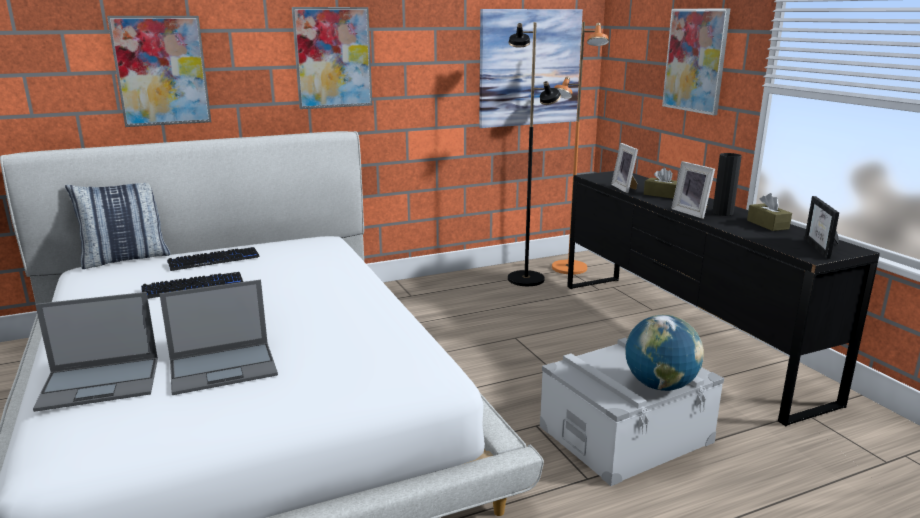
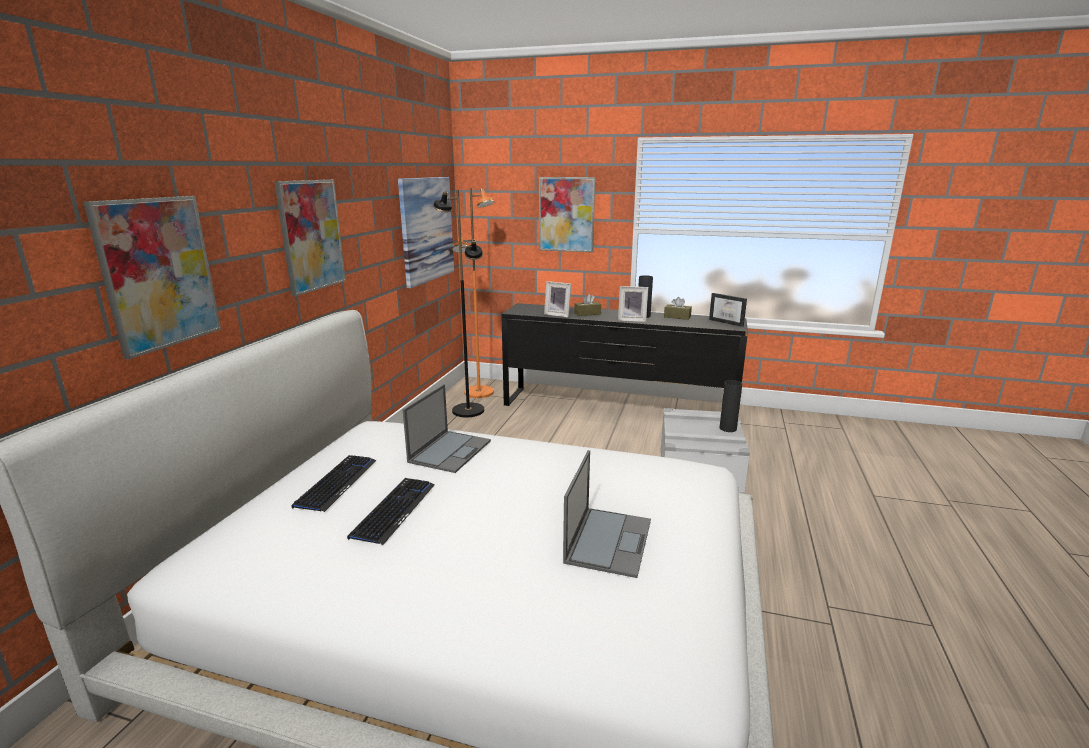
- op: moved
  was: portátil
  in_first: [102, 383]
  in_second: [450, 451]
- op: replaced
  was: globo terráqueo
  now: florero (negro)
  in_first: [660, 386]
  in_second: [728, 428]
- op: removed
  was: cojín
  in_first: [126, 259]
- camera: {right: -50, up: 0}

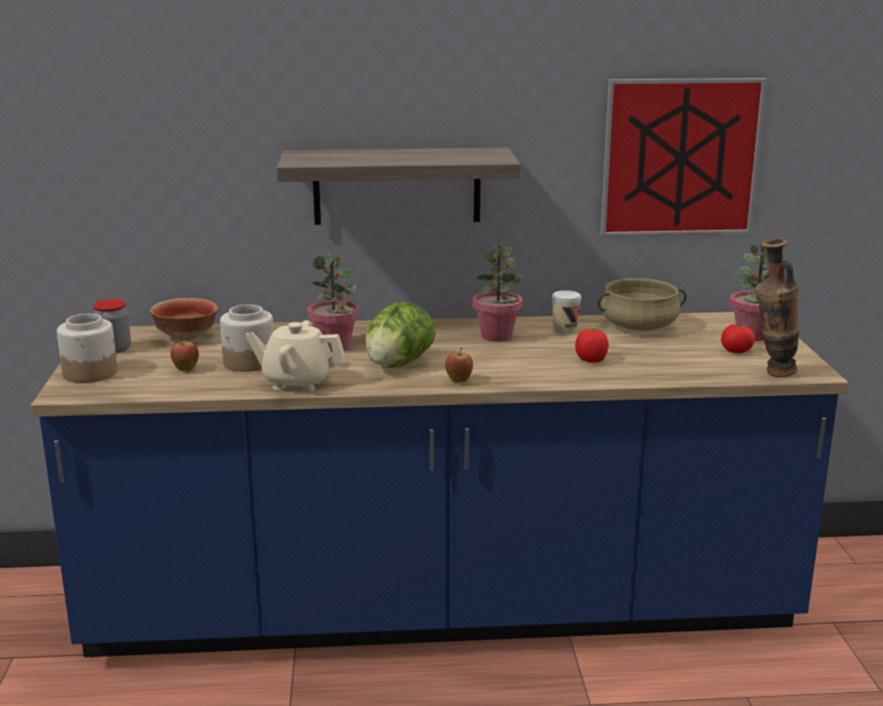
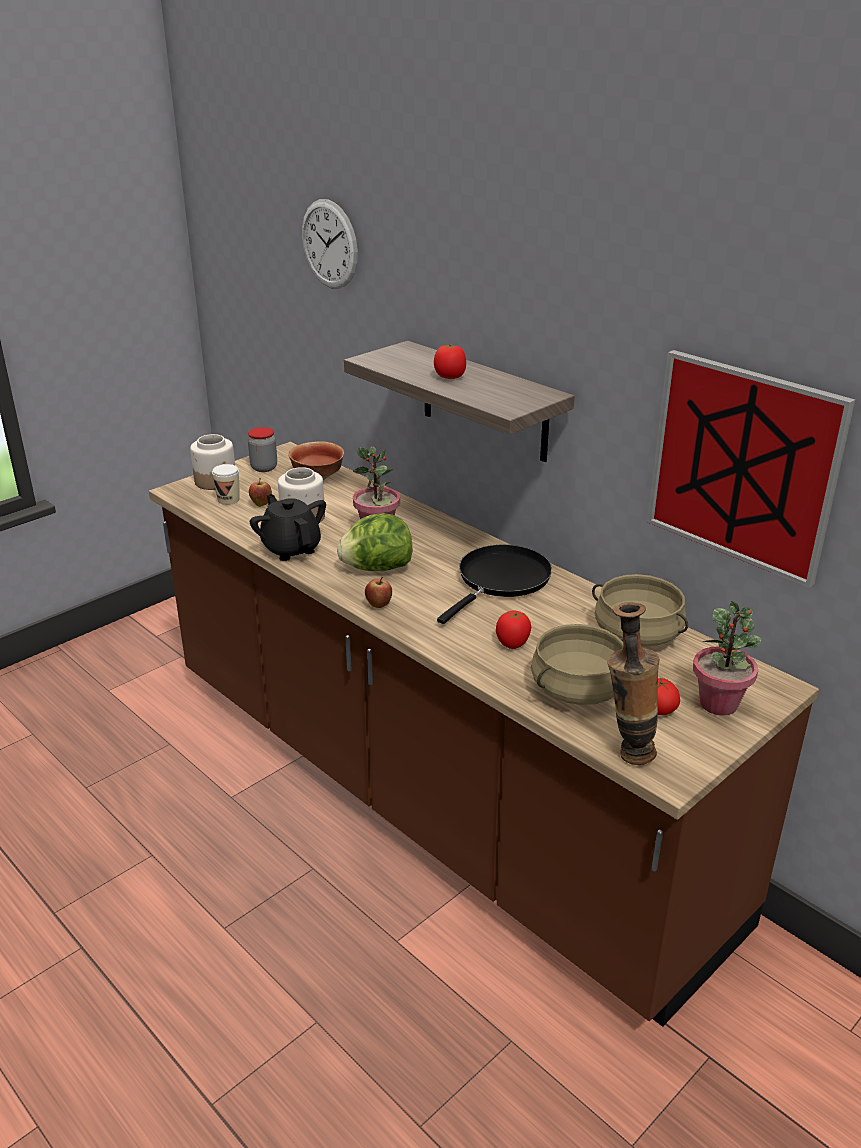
- op: recoloured
  was: mueble bajo de cocina (azul)
  now: mueble bajo de cocina (marrón)
  in_first: [441, 607]
  in_second: [430, 792]
- op: moved
  was: taza
  in_first: [565, 330]
  in_second: [228, 500]
- op: recoloured
  was: tetera (beis)
  now: tetera (negro)
  in_first: [297, 382]
  in_second: [291, 548]
- op: added
  now: reloj de pared
  in_second: [329, 244]
- op: added
  now: tomate
  in_second: [450, 377]
- op: replaced
  was: planta en maceta
  now: sartén (negro)
  in_first: [497, 336]
  in_second: [500, 580]
- op: added
  now: olla (beis)
  in_second: [578, 690]
- camera: {right: 50, up: 10}

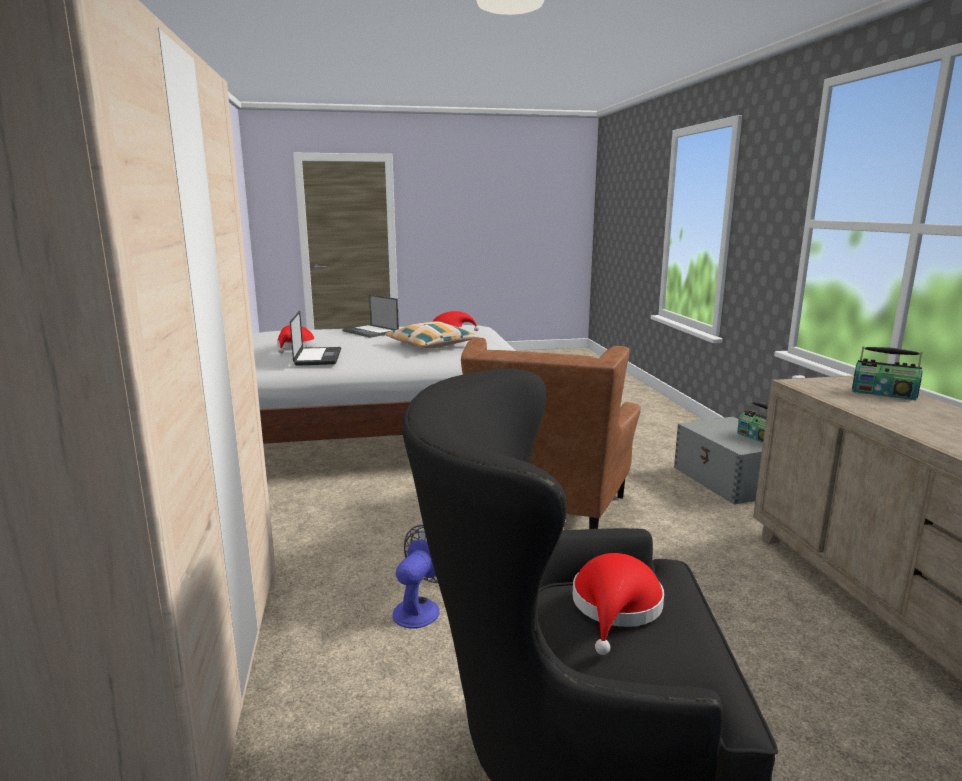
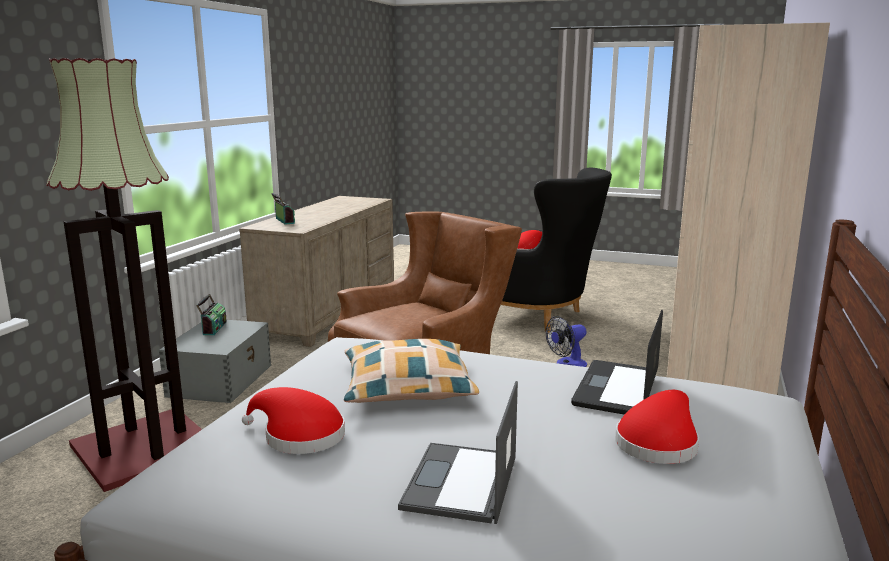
- op: added
  now: lámpara de pie
  in_second: [142, 448]
- op: turned
  was: portátil
  in_first: [371, 332]
  in_second: [461, 483]
  clockwise: -150
- camera: {right: -150, up: 0}

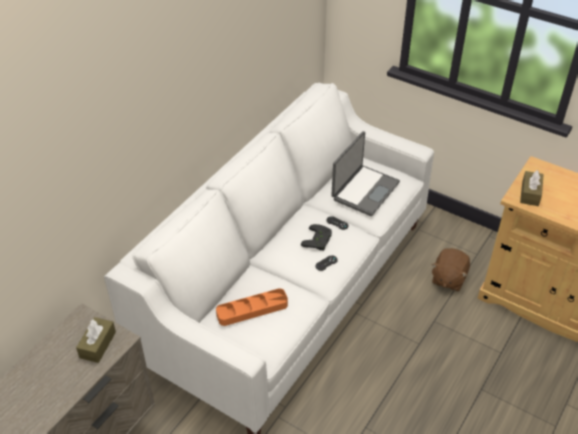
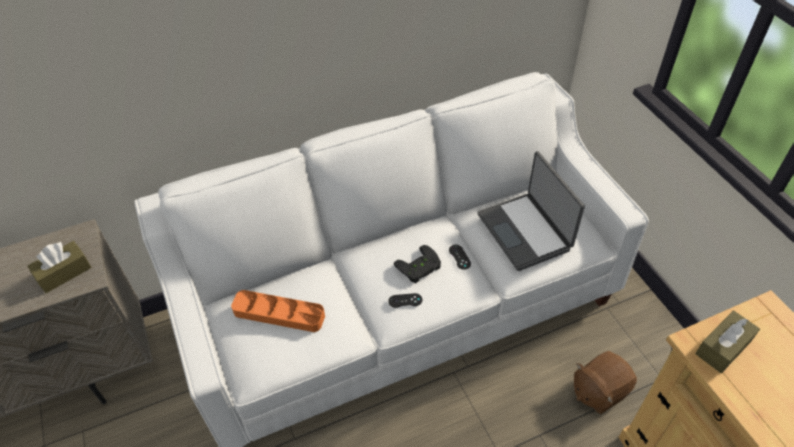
- op: turned
  was: portátil
  in_first: [364, 190]
  in_second: [525, 231]
  clockwise: 90
- camera: {right: 35, up: 5}

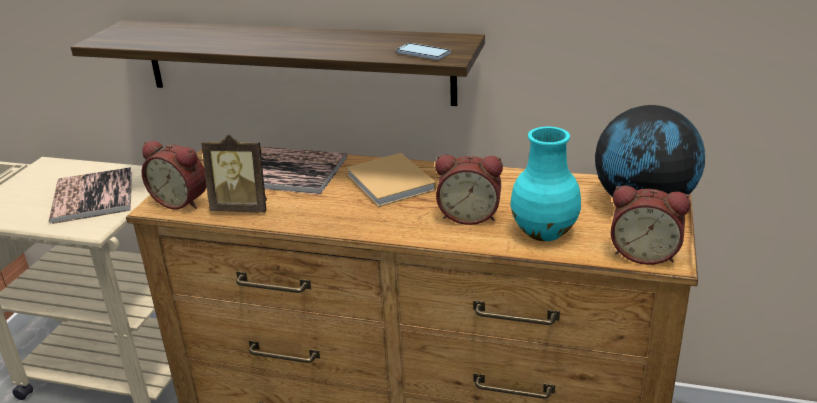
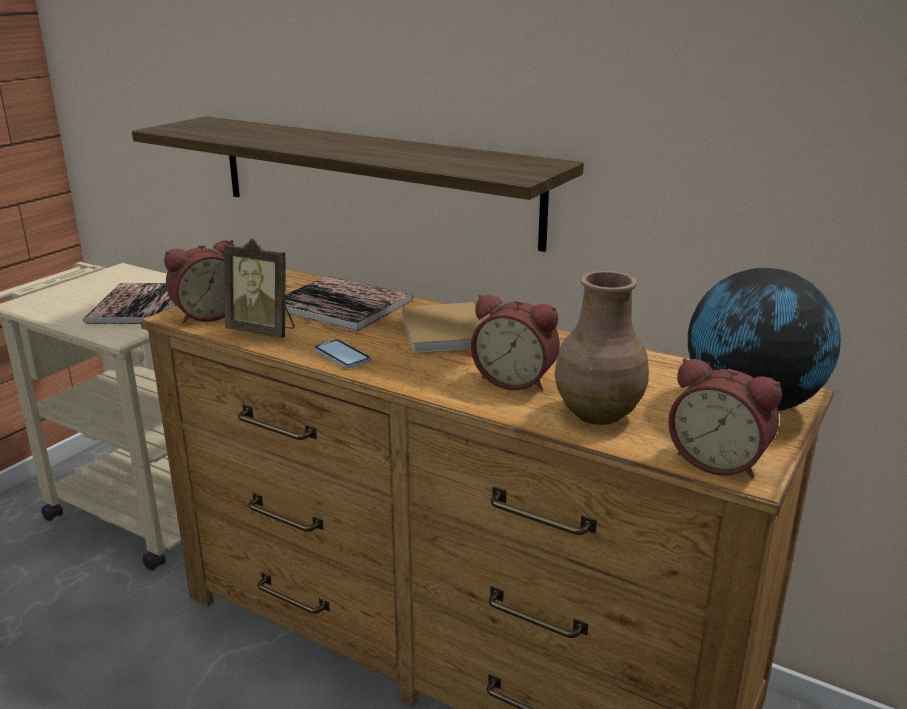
- op: turned
  was: despertador
  in_first: [182, 201]
  in_second: [207, 315]
  clockwise: -75
- op: moved
  was: móvil
  in_first: [423, 53]
  in_second: [342, 356]
- op: recoloured
  was: florero (turquesa)
  now: florero (marrón)
  in_first: [543, 231]
  in_second: [598, 413]
- camera: {right: 15, up: -5}

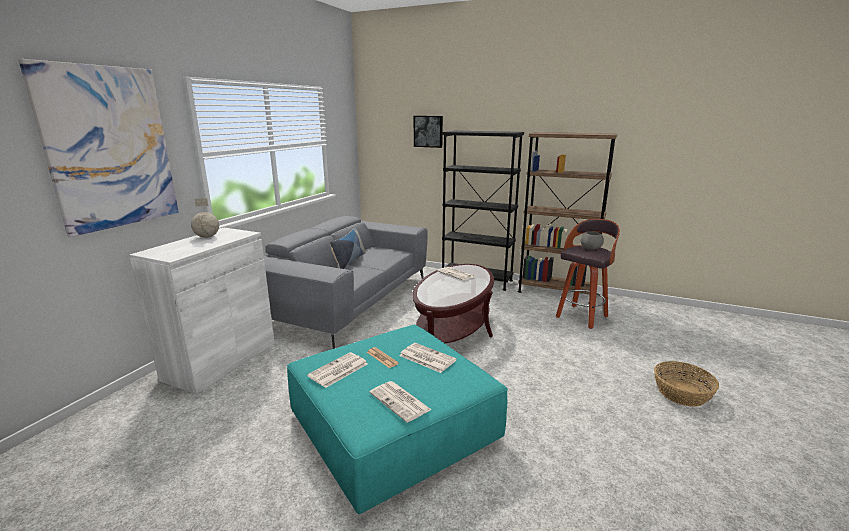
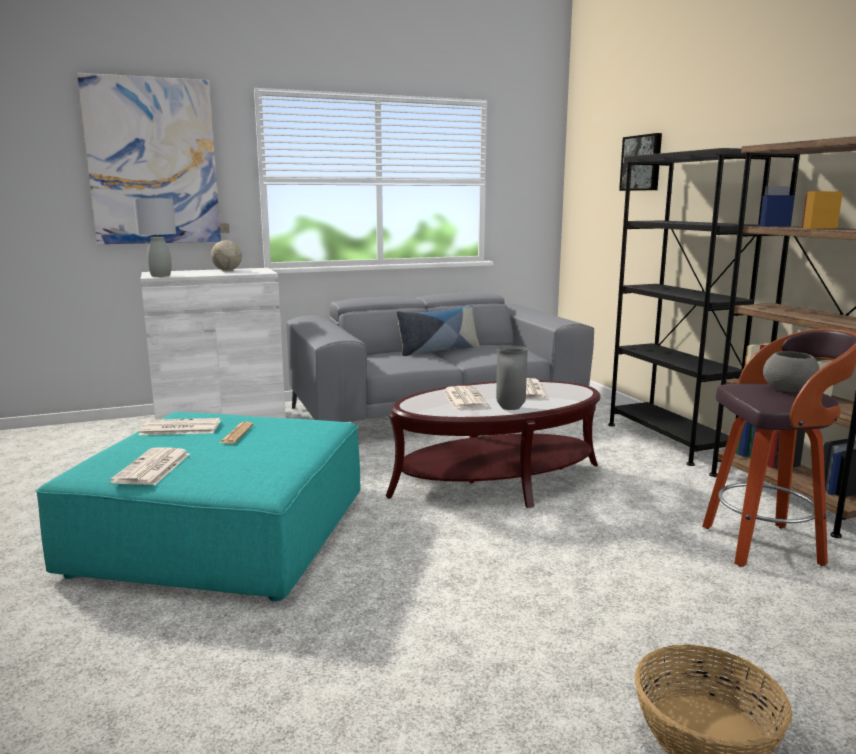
- op: added
  now: lámpara de mesa (gris)
  in_second: [160, 275]
- op: moved
  was: periódico
  in_first: [426, 358]
  in_second: [463, 398]
- op: added
  now: florero (gris)
  in_second: [509, 408]
- camera: {right: 45, up: -5}

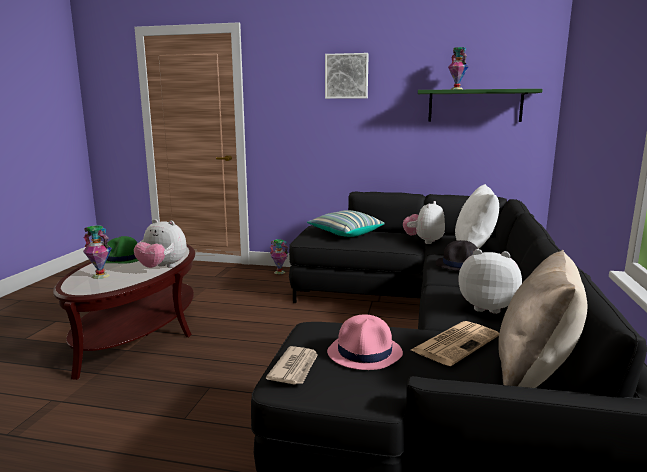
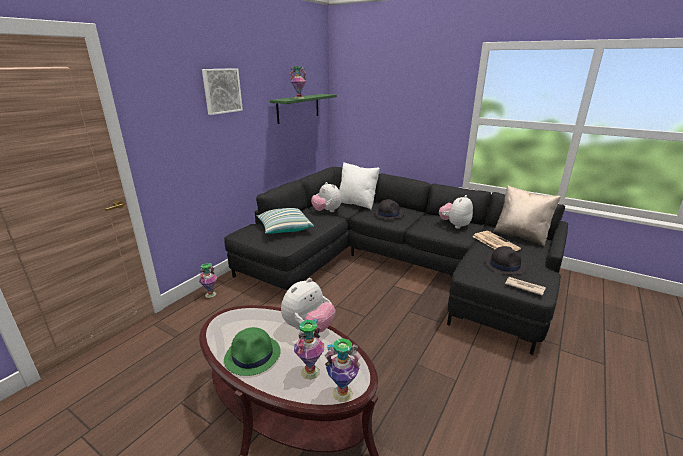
- op: added
  now: florero
  in_second: [342, 393]
- op: recoloured
  was: sombrero (rosa)
  now: sombrero (negro)
  in_first: [365, 353]
  in_second: [504, 265]
- camera: {right: -70, up: 10}

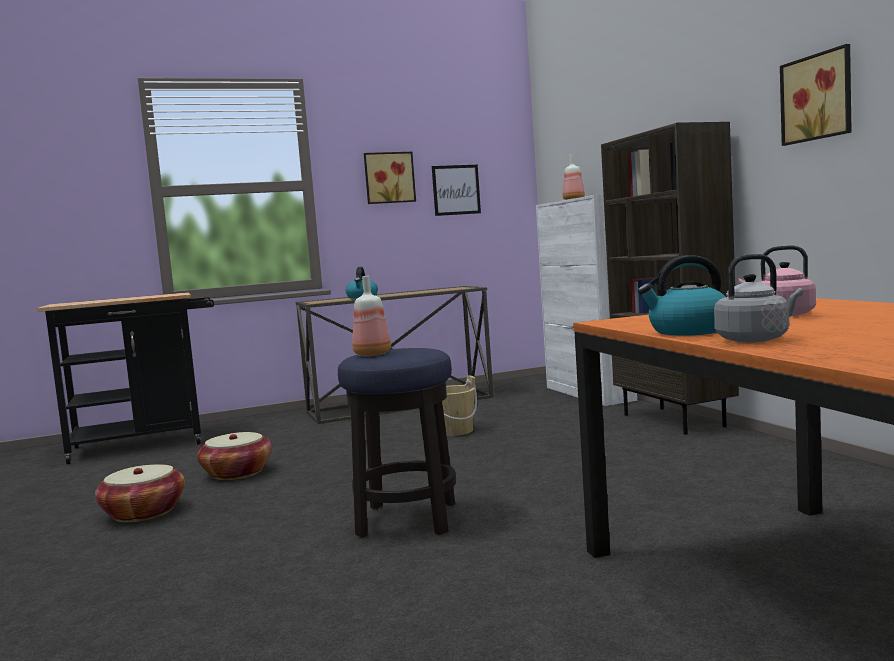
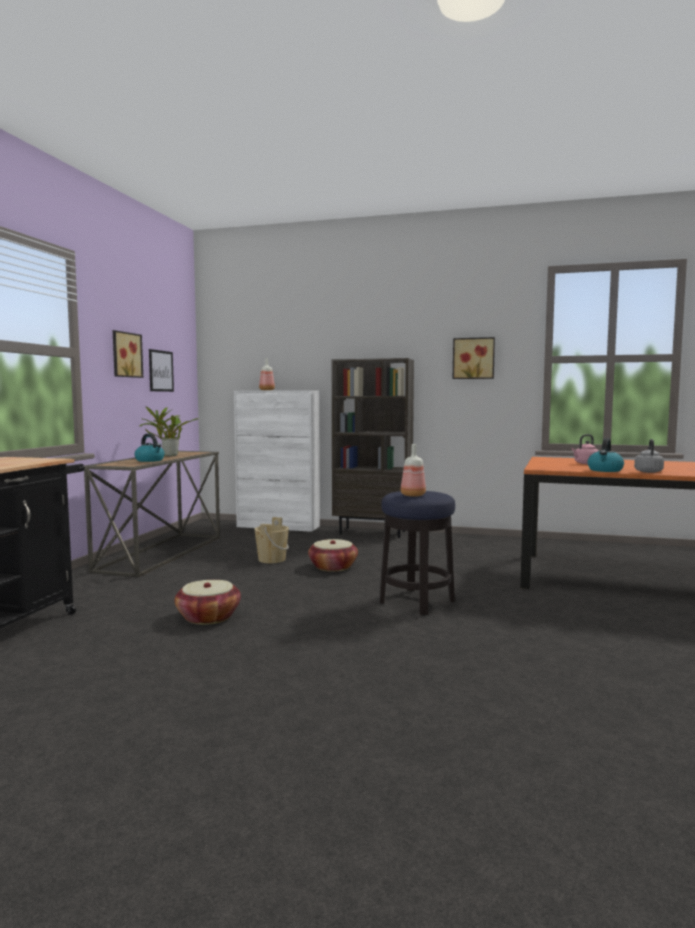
- op: added
  now: planta en maceta
  in_second: [168, 456]
- op: moved
  was: cesta
  in_first: [143, 513]
  in_second: [333, 567]
- camera: {right: -55, up: 0}

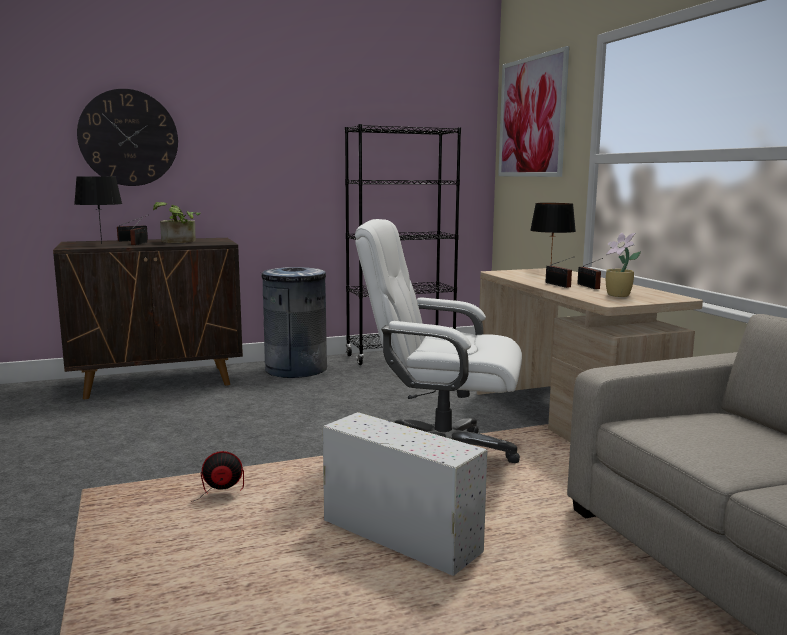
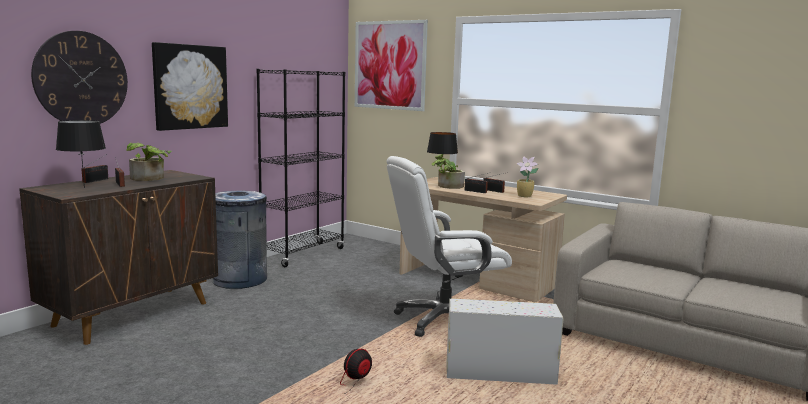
- op: added
  now: cuadro
  in_second: [190, 87]
- op: added
  now: planta en maceta
  in_second: [447, 186]
- camera: {right: -35, up: 0}

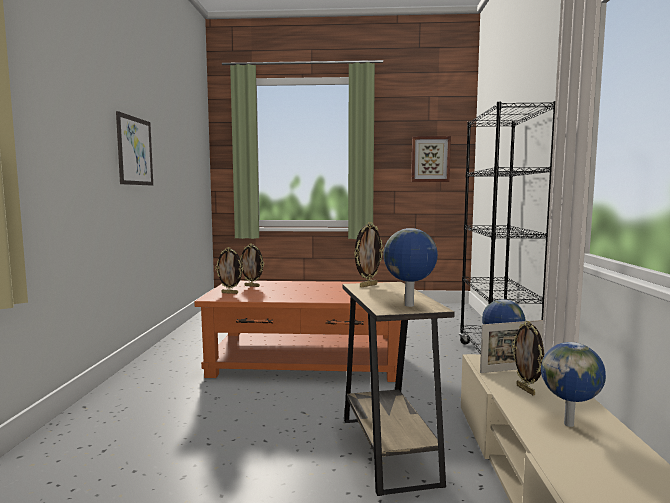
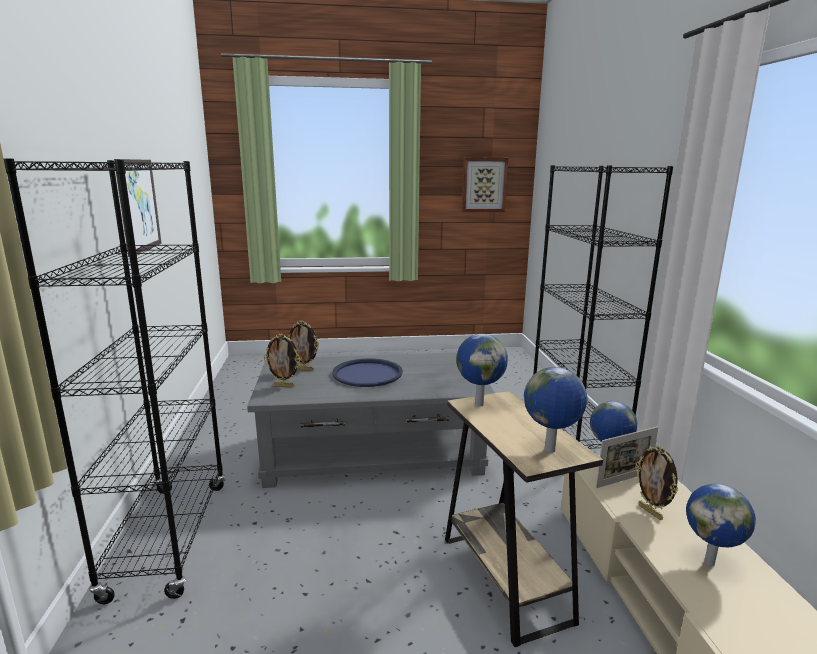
- op: added
  now: estantería (negro)
  in_second: [169, 538]
- op: recoloured
  was: mesa de centro (naranja)
  now: mesa de centro (gris)
  in_first: [307, 362]
  in_second: [374, 452]
- op: added
  now: bandeja (azul)
  in_second: [367, 374]
- op: replaced
  was: portarretratos
  now: globo terráqueo
  in_first: [368, 285]
  in_second: [479, 404]
- camera: {right: -10, up: 10}

